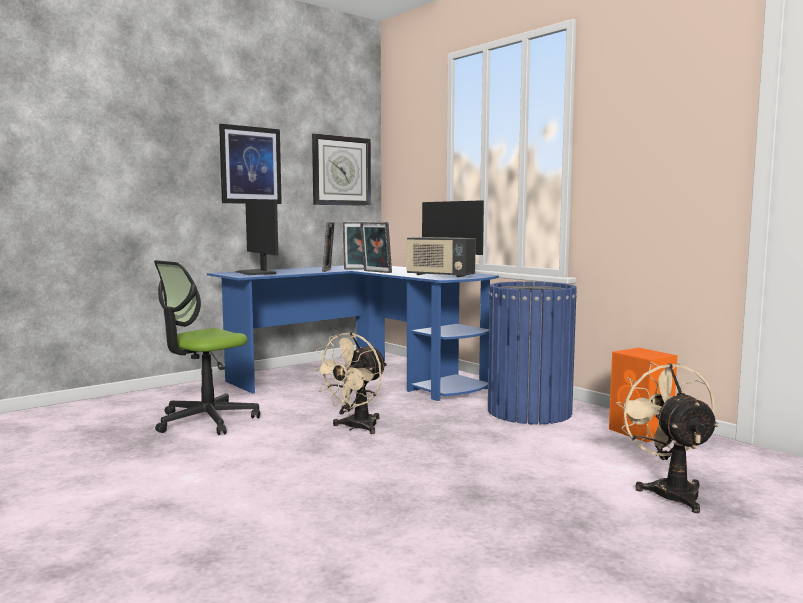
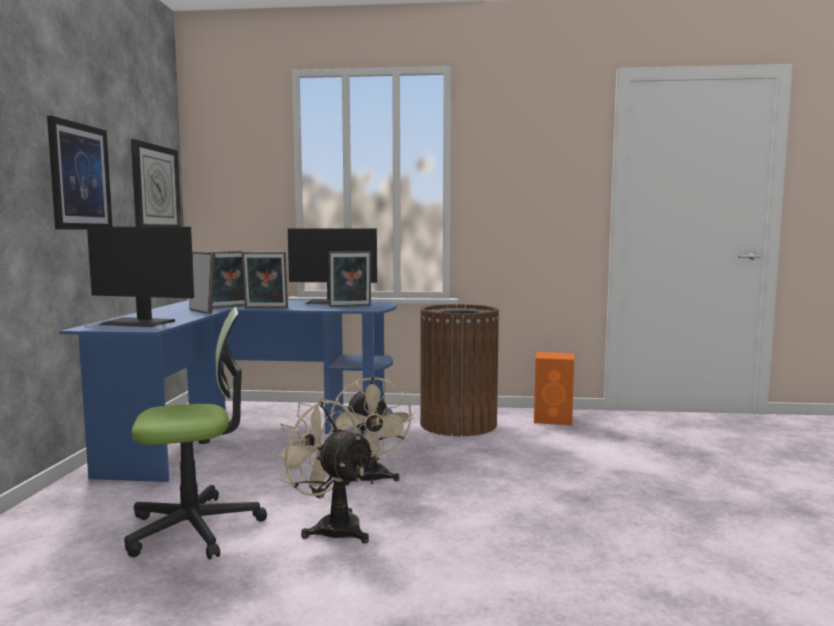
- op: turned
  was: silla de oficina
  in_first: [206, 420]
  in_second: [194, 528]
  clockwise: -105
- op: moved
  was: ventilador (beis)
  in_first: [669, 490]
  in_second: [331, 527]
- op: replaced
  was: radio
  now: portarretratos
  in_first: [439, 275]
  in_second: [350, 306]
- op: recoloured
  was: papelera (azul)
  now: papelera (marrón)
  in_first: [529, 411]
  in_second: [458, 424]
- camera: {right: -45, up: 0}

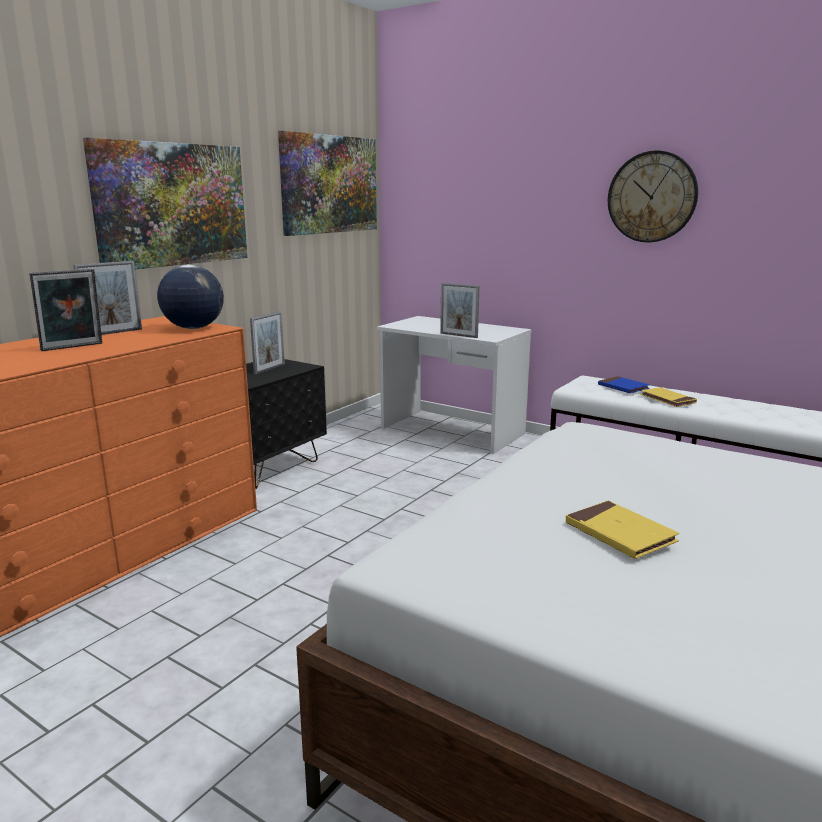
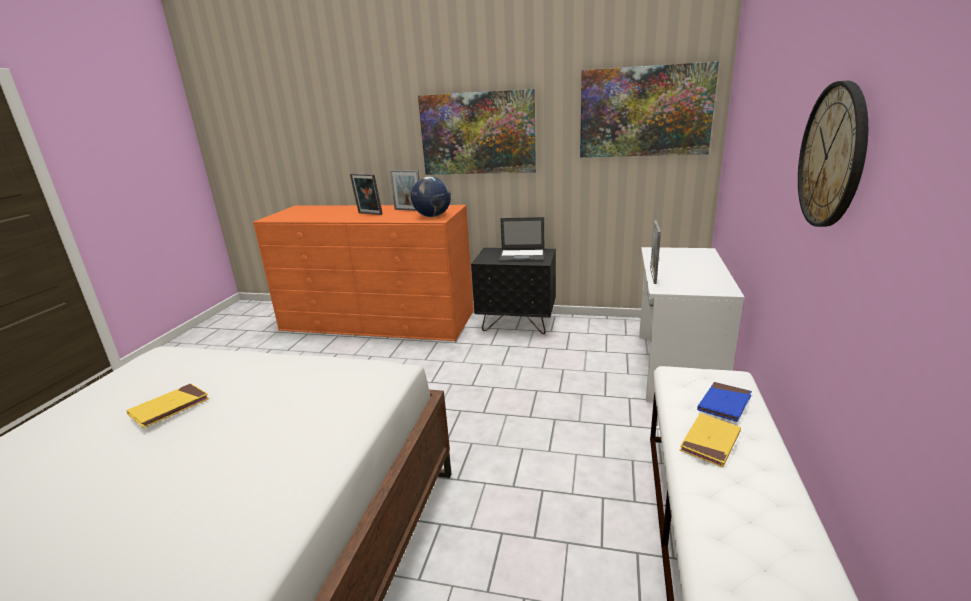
- op: replaced
  was: portarretratos
  now: portátil
  in_first: [269, 369]
  in_second: [522, 256]
- camera: {right: 70, up: 5}

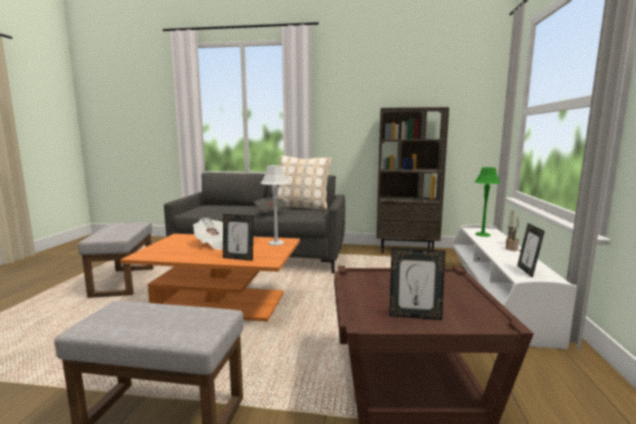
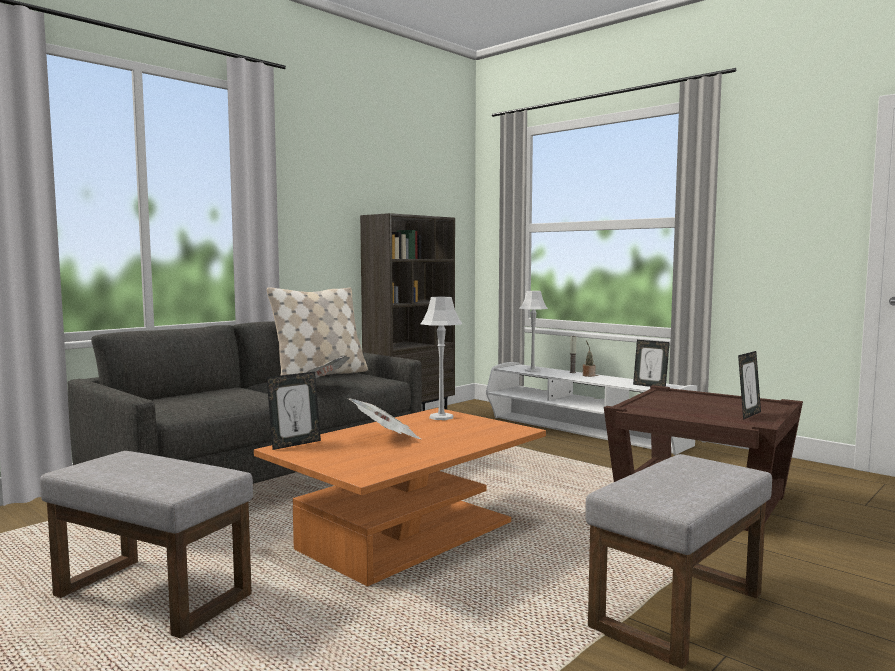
- op: moved
  was: portarretratos
  in_first: [238, 258]
  in_second: [295, 444]
- op: recoloured
  was: lámpara de mesa (verde)
  now: lámpara de mesa (gris)
  in_first: [482, 234]
  in_second: [532, 370]
- camera: {right: -55, up: -5}

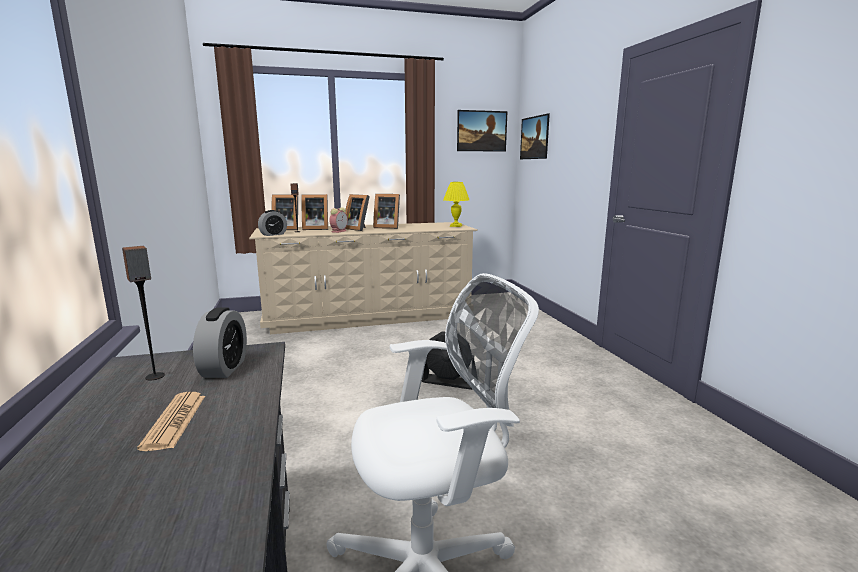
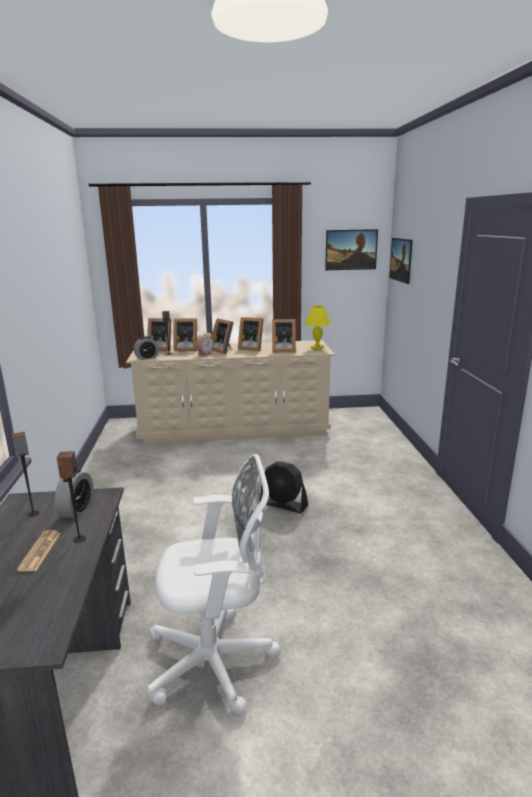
- op: added
  now: altavoz
  in_second: [79, 539]
- op: added
  now: portarretratos
  in_second: [282, 350]
- camera: {right: 10, up: 5}

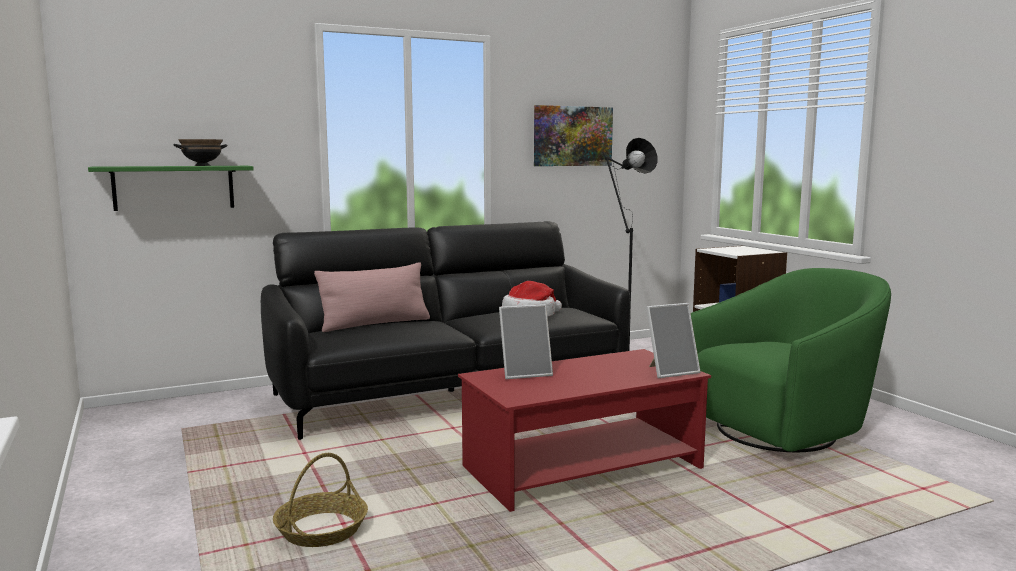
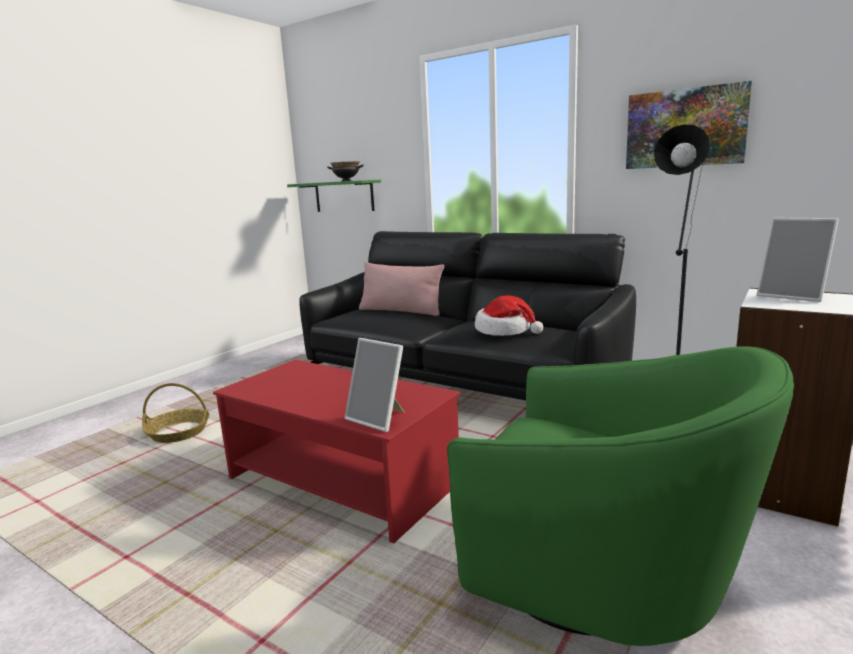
- op: moved
  was: portarretratos
  in_first: [525, 373]
  in_second: [793, 296]
- camera: {right: 60, up: 5}

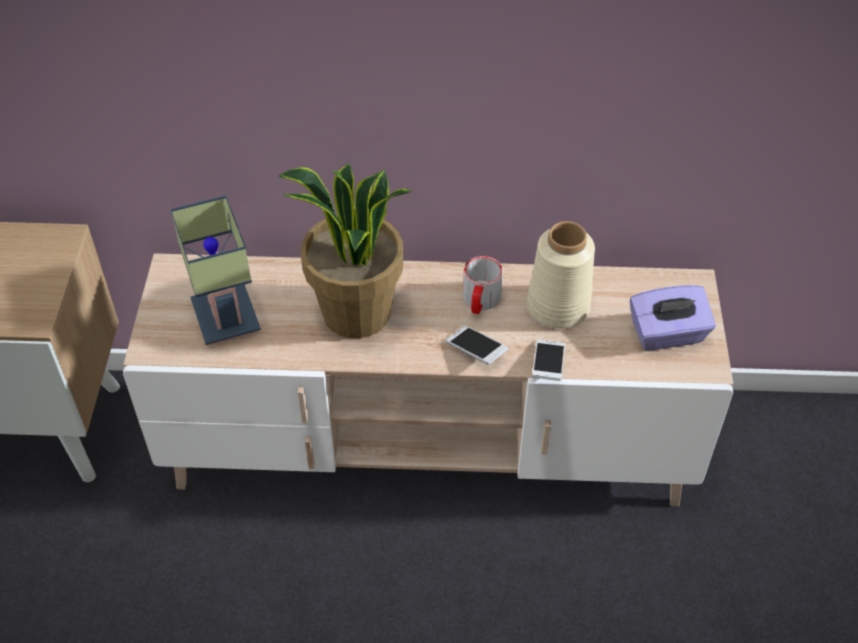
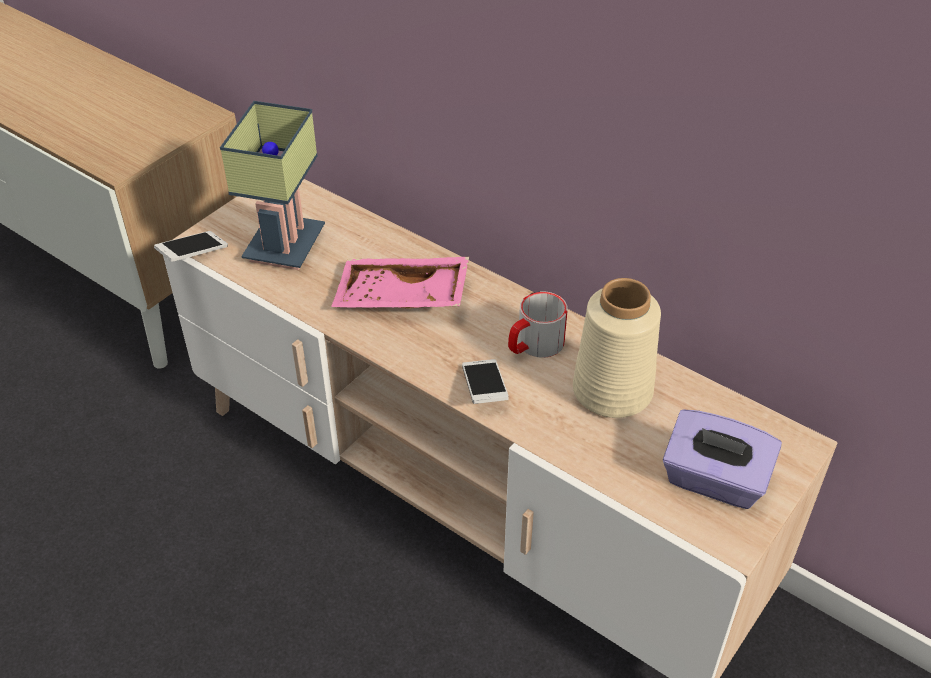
- op: moved
  was: móvil
  in_first: [548, 366]
  in_second: [193, 254]
- op: replaced
  was: planta en maceta
  now: bandeja (rosa)
  in_first: [356, 314]
  in_second: [401, 298]
- camera: {right: 35, up: -5}

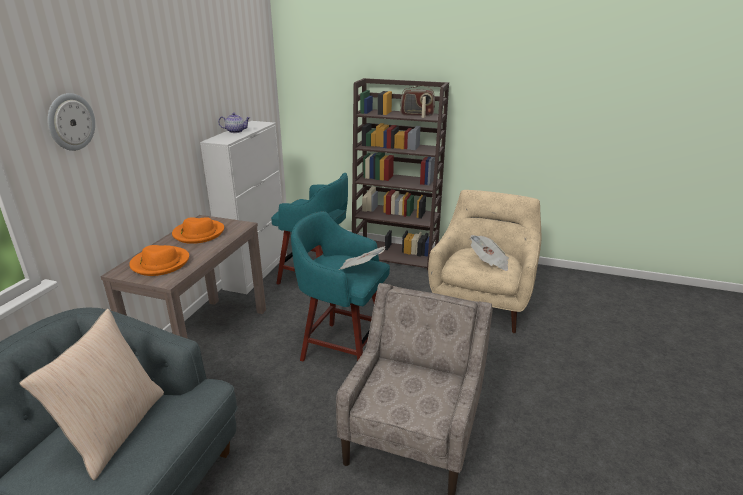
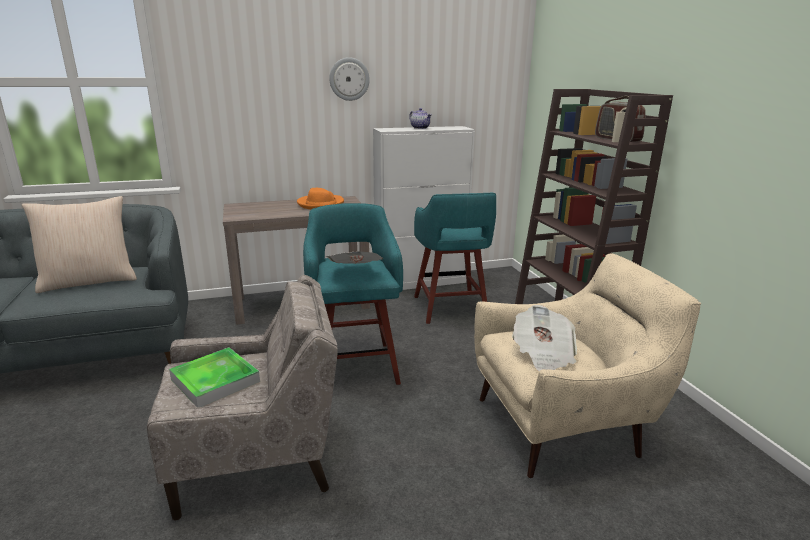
- op: added
  now: bandeja
  in_second: [215, 380]
- op: moved
  was: reloj de pared
  in_first: [70, 122]
  in_second: [349, 79]
- op: removed
  was: sombrero (naranja)
  in_first: [160, 263]
- camera: {right: 55, up: -5}

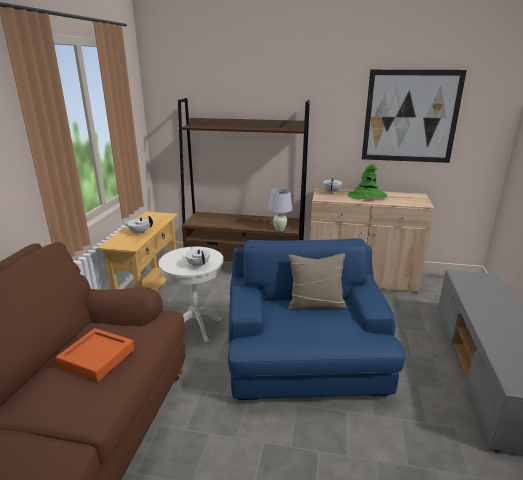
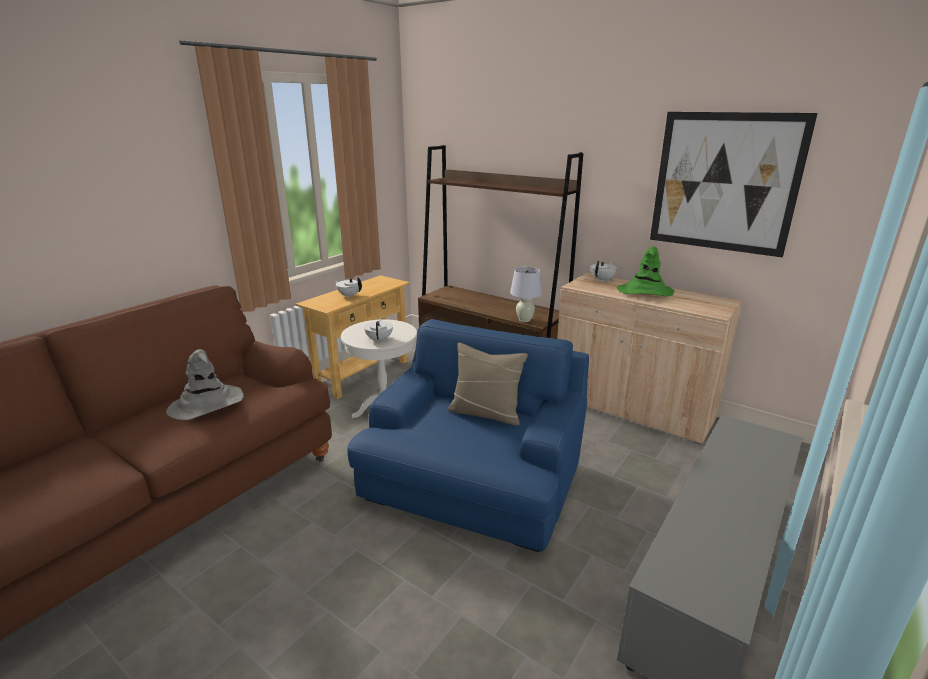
- op: replaced
  was: bandeja (naranja)
  now: sombrero (gris)
  in_first: [97, 358]
  in_second: [206, 404]
- camera: {right: 25, up: 0}

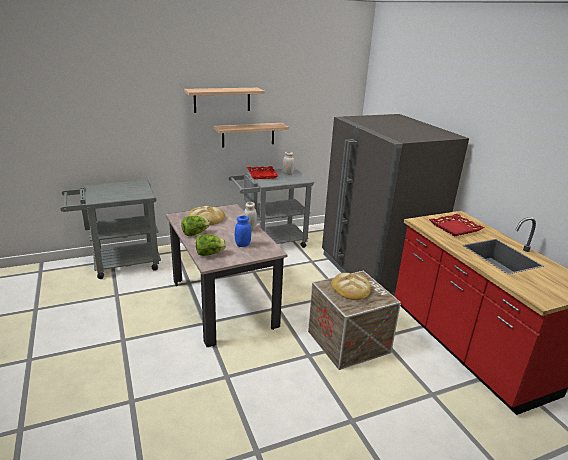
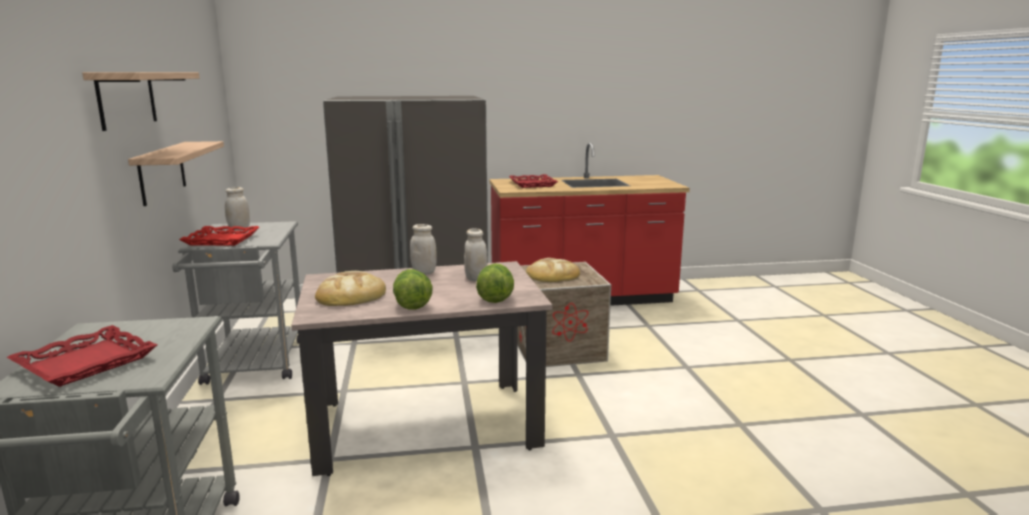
- op: added
  now: bandeja (rojo)
  in_second: [86, 363]
- op: recoloured
  was: tarro (azul)
  now: tarro (blanco)
  in_first: [243, 245]
  in_second: [476, 279]
- camera: {right: -75, up: -10}

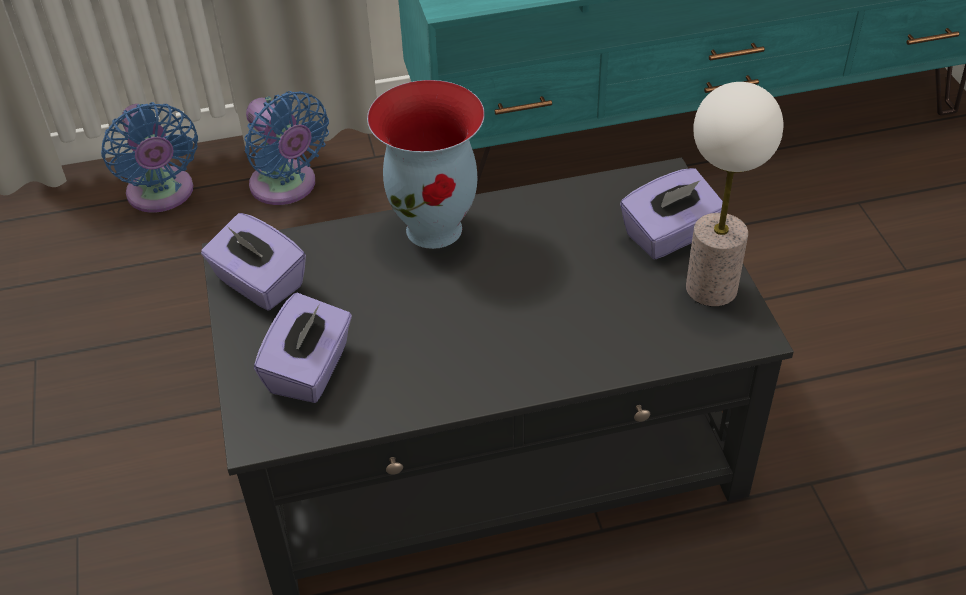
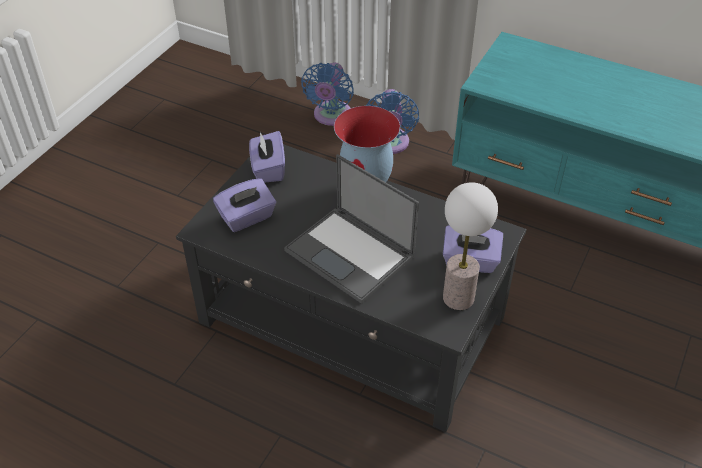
- op: added
  now: portátil
  in_second: [351, 254]
- camera: {right: 40, up: 0}

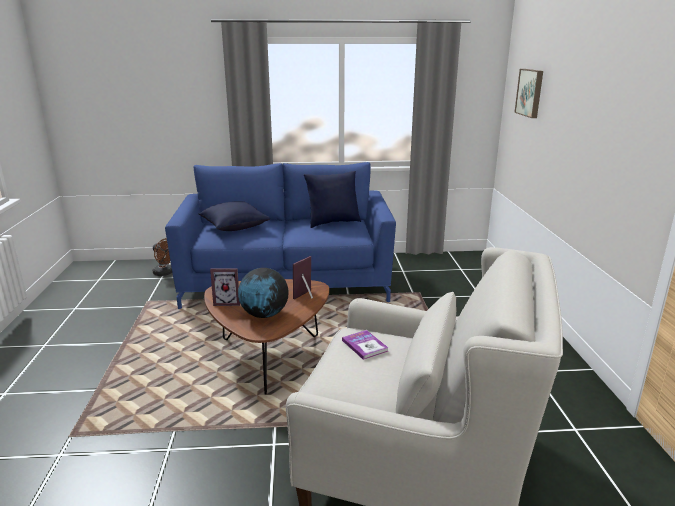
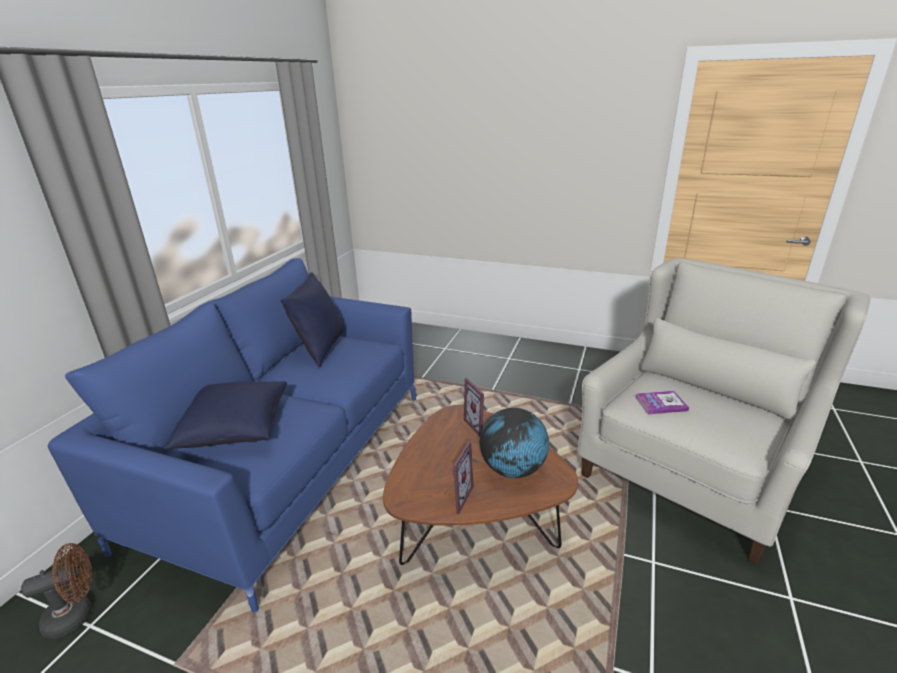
- op: removed
  was: cuadro
  in_first: [530, 92]
- camera: {right: -65, up: 5}

